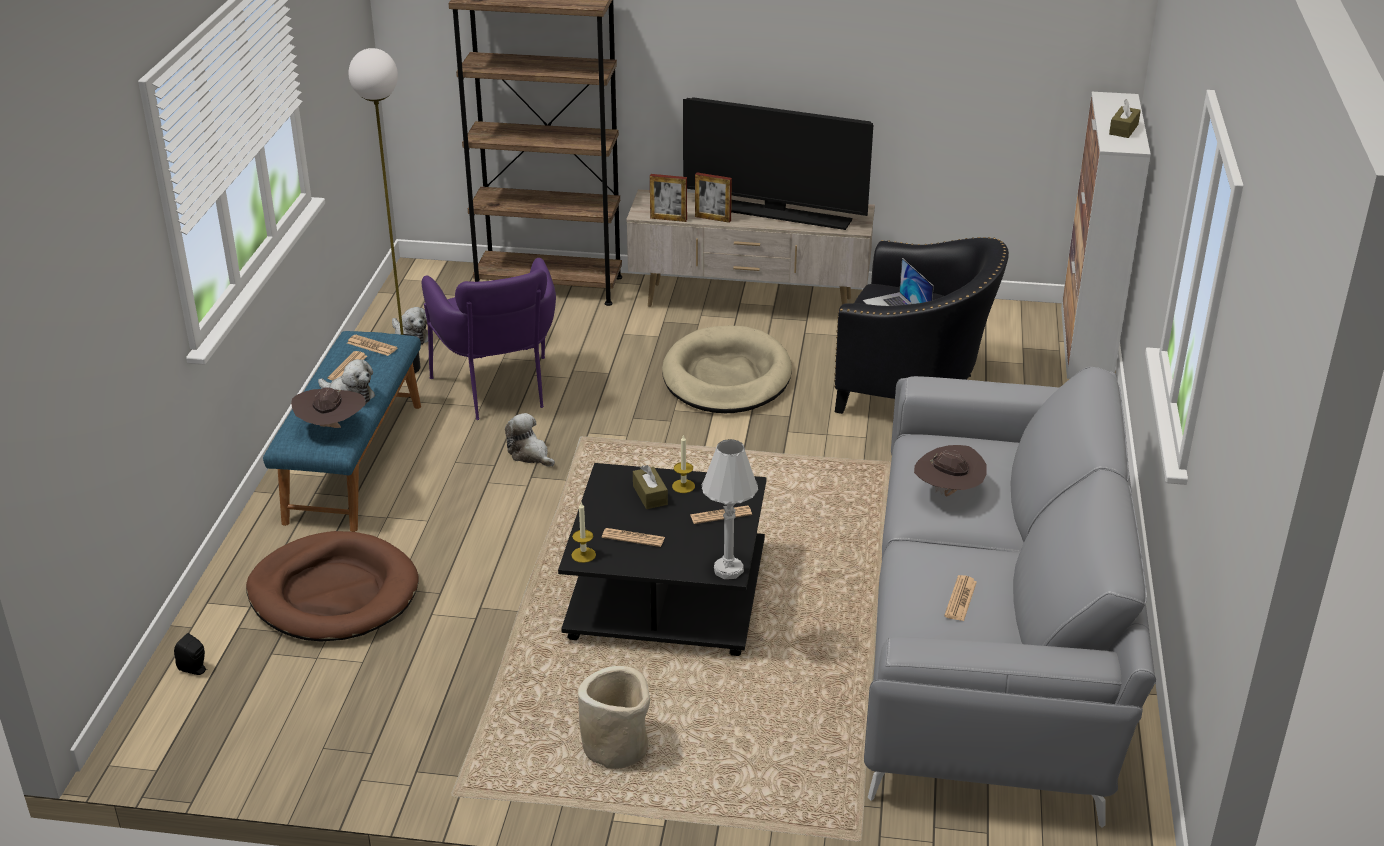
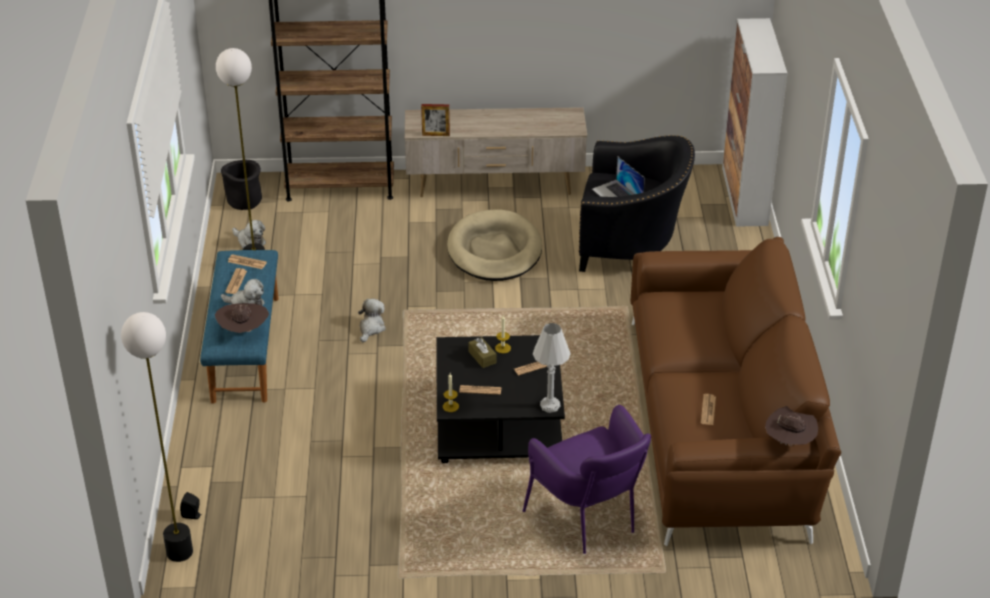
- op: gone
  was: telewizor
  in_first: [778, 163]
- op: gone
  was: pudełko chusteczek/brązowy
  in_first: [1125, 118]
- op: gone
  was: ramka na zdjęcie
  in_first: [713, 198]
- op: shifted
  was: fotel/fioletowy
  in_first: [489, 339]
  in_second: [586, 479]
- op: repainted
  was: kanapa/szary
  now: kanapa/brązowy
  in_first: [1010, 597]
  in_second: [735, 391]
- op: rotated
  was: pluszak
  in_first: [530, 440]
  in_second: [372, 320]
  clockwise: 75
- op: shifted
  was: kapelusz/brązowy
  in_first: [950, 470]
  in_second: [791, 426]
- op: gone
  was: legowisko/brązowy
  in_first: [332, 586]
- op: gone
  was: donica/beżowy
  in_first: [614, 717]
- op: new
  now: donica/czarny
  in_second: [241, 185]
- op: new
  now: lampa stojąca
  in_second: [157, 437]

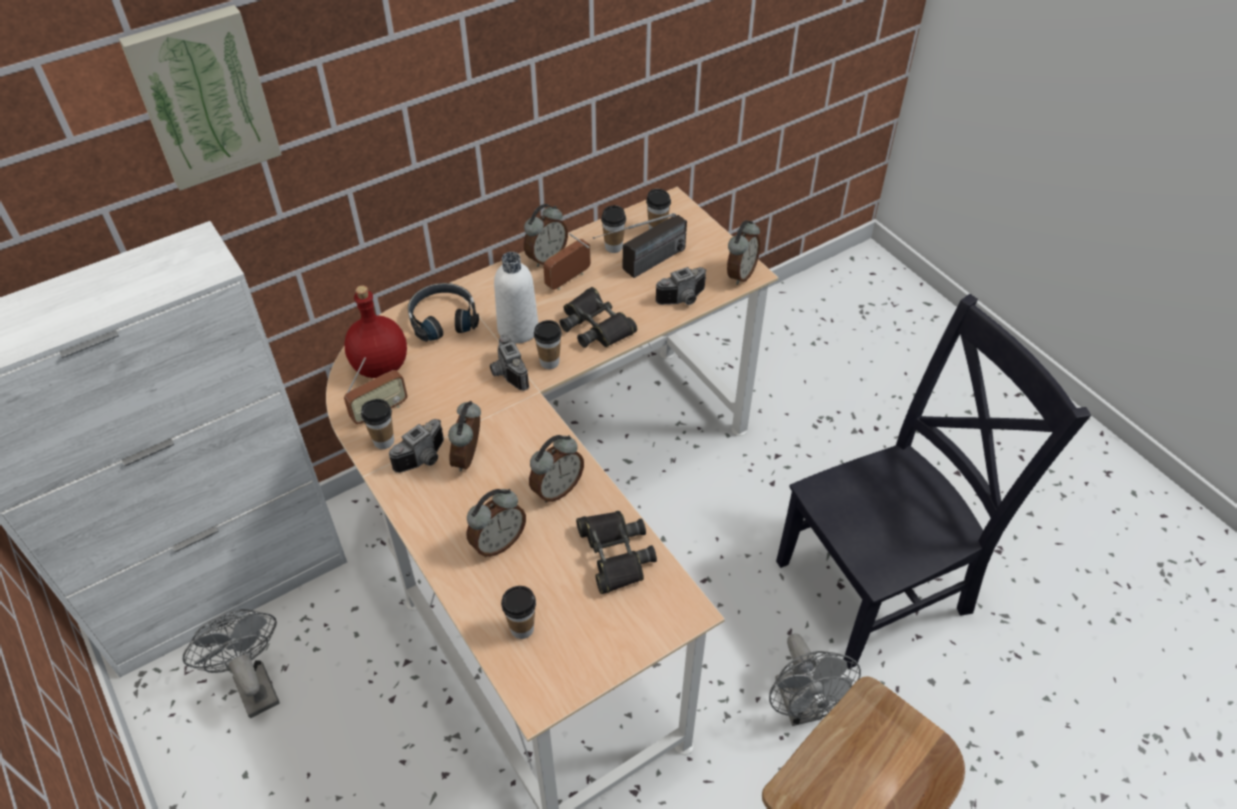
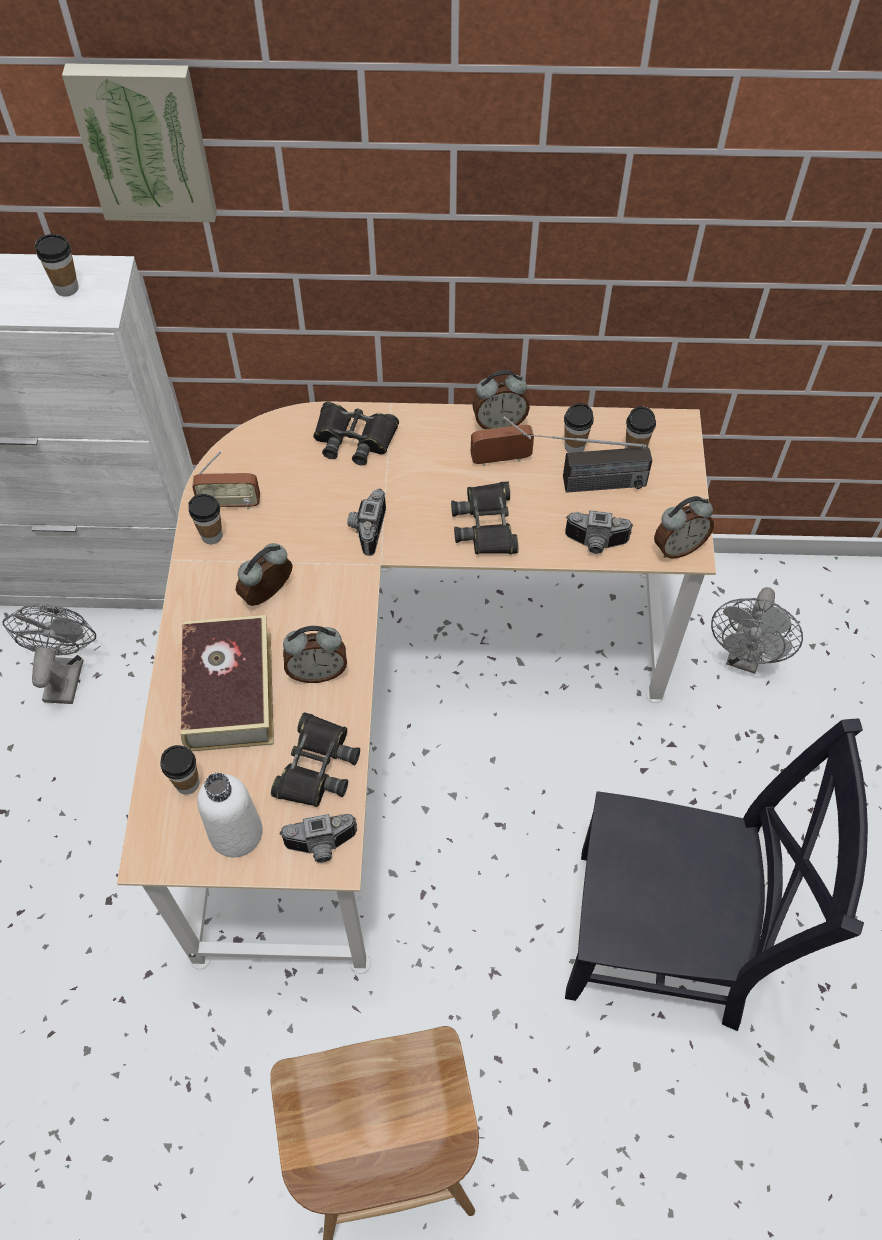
- op: shifted
  was: butelka/biały
  in_first: [516, 297]
  in_second: [230, 815]
- op: swapped
  was: słuchawki/czarny
  now: lornetka/czarny
  in_first: [443, 312]
  in_second: [356, 434]
- op: gone
  was: butelka/czerwony
  in_first: [375, 331]
- op: shifted
  was: filiżanka
  in_first: [548, 344]
  in_second: [57, 265]
- op: shifted
  was: aparat fotograficzny
  in_first: [416, 446]
  in_second: [318, 838]
- op: swapped
  was: budzik
  now: książka
  in_first: [496, 523]
  in_second: [227, 683]
- op: shifted
  was: wentylator/szary
  in_first: [815, 679]
  in_second: [757, 630]

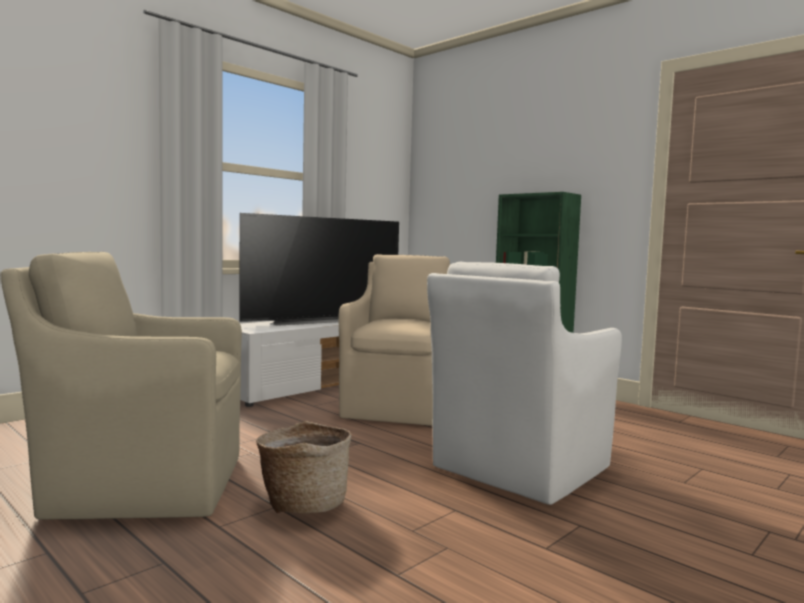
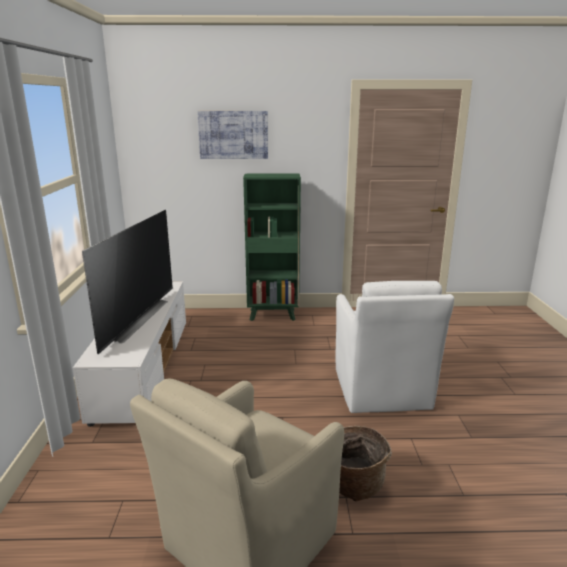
- op: gone
  was: fotel/beżowy
  in_first: [394, 340]
- op: new
  now: obraz
  in_second: [232, 135]

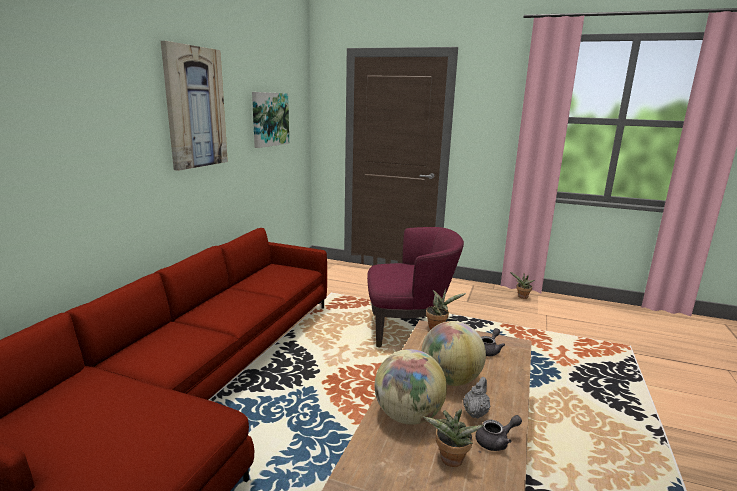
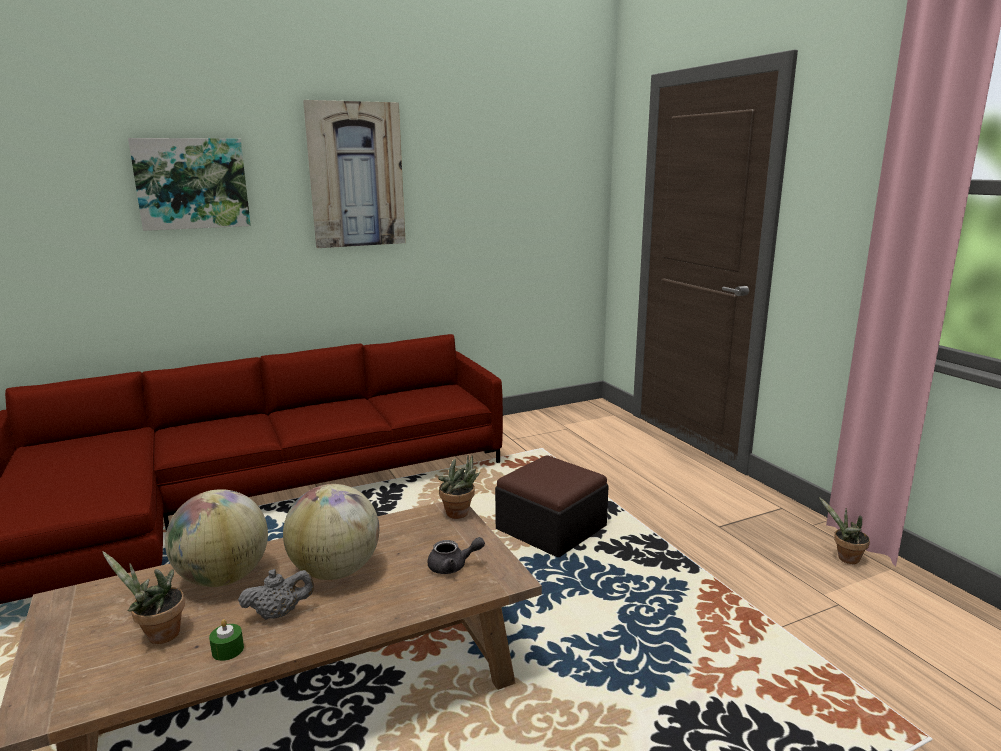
- op: shifted
  was: obraz
  in_first: [270, 120]
  in_second: [189, 184]
- op: swapped
  was: fotel/fioletowy
  now: pufa
  in_first: [415, 287]
  in_second: [552, 506]
- op: swapped
  was: imbryk/szary
  now: świeca/zielony
  in_first: [499, 433]
  in_second: [226, 640]

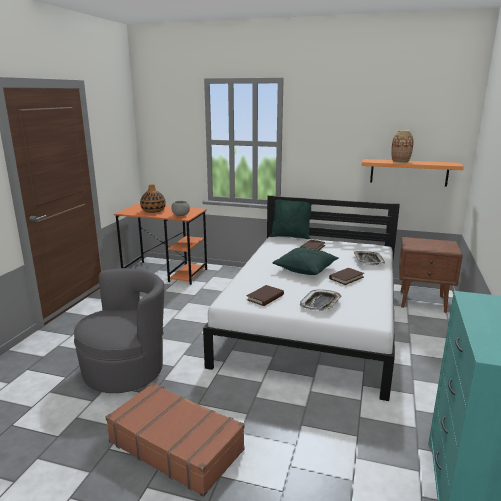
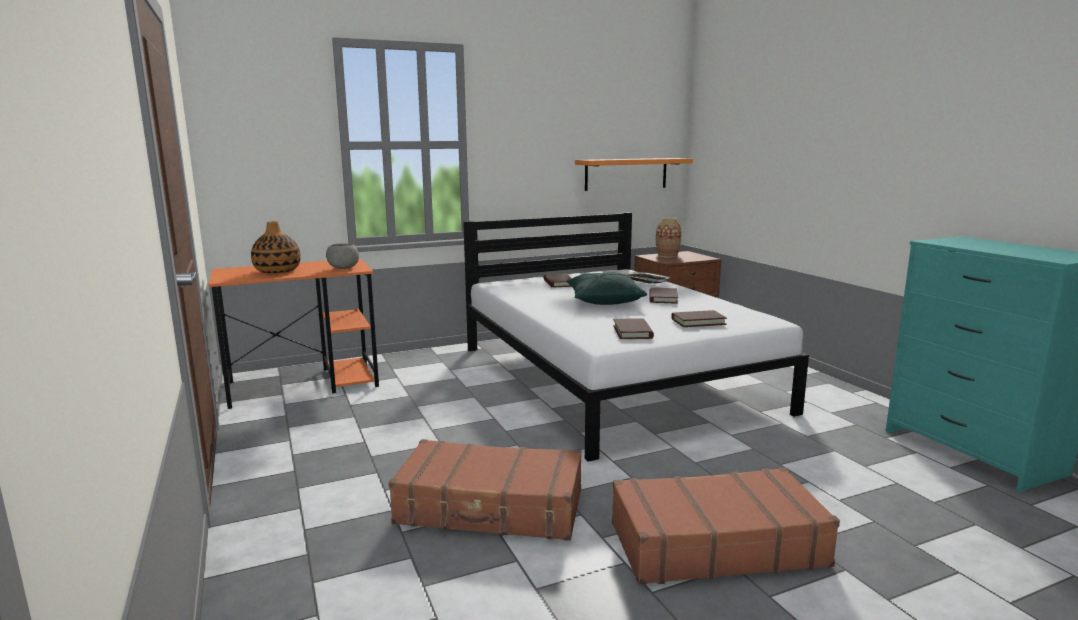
- op: shifted
  was: wazon
  in_first: [402, 146]
  in_second: [669, 237]
- op: gone
  was: poduszka/zielony
  in_first: [291, 219]
- op: swapped
  was: fotel/szary
  now: walizka/brązowy
  in_first: [119, 330]
  in_second: [485, 490]
- op: swapped
  was: taca
  now: książka/brązowy
  in_first: [320, 300]
  in_second: [699, 318]

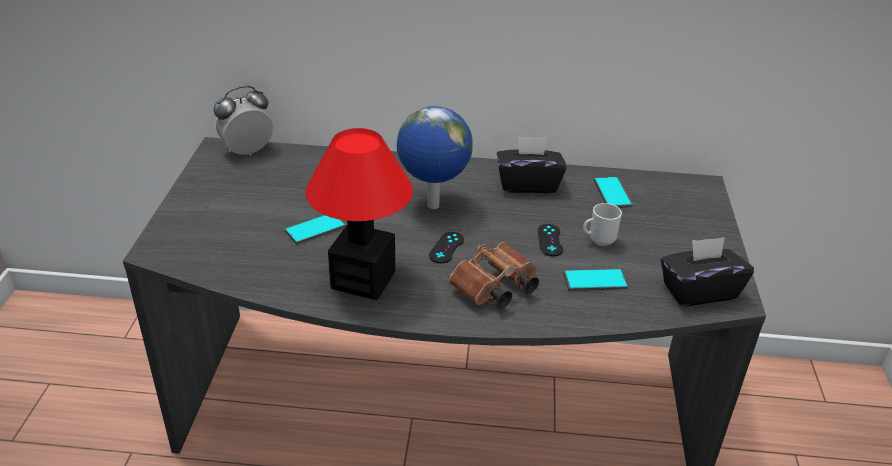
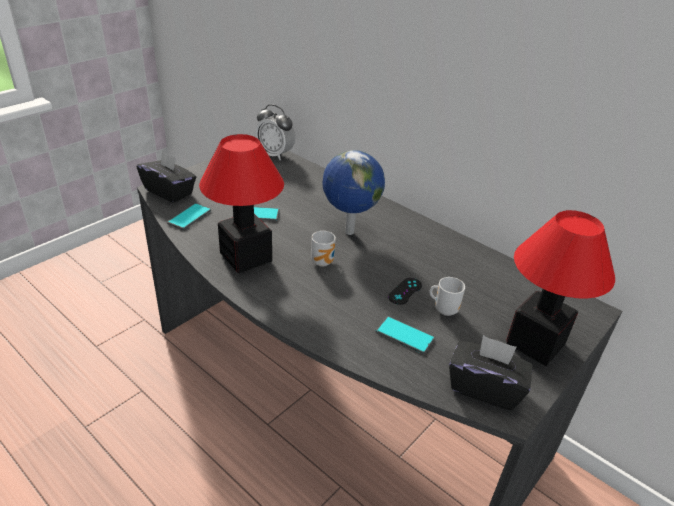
- op: rotated
  was: budzik
  in_first: [243, 120]
  in_second: [275, 132]
  clockwise: -150
- op: shifted
  was: pudełko chusteczek/czarny
  in_first: [532, 164]
  in_second: [166, 176]
- op: shifted
  was: telefon
  in_first: [613, 192]
  in_second: [189, 216]
- op: swapped
  was: pad do gier/czarny
  now: kubek
  in_first: [446, 248]
  in_second: [323, 249]
- op: gone
  was: lornetka/brązowy
  in_first: [494, 275]
- op: new
  now: lampa stołowa
  in_second: [560, 288]

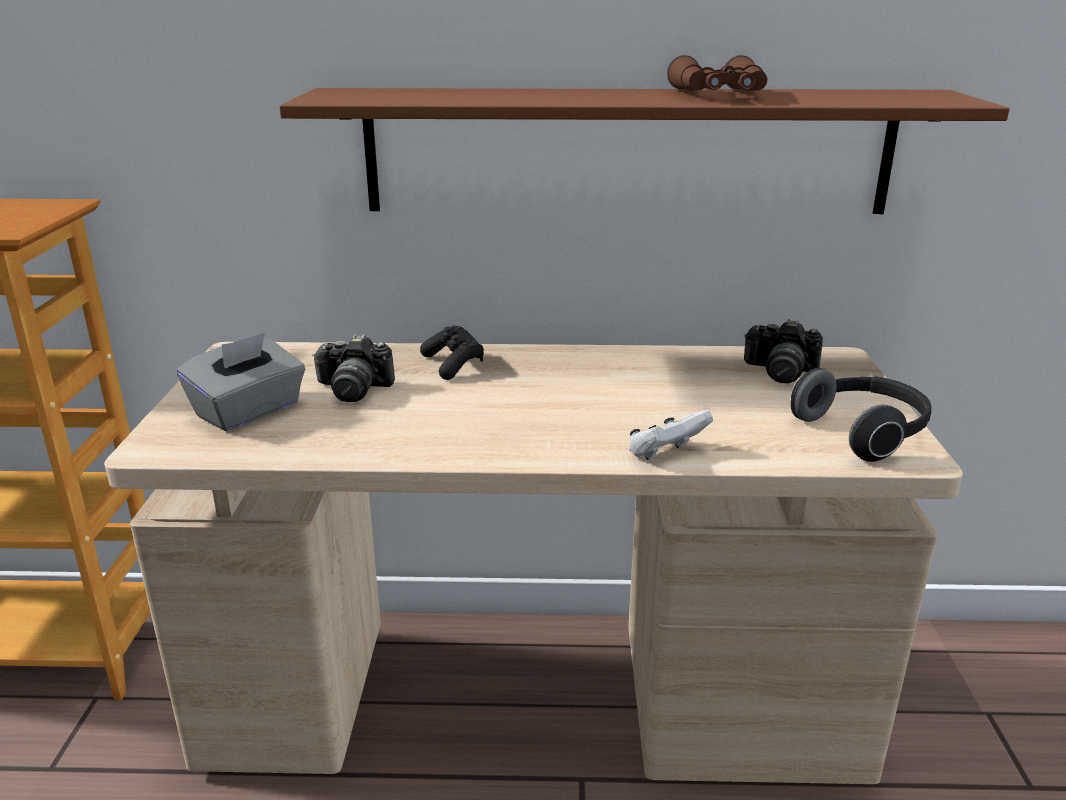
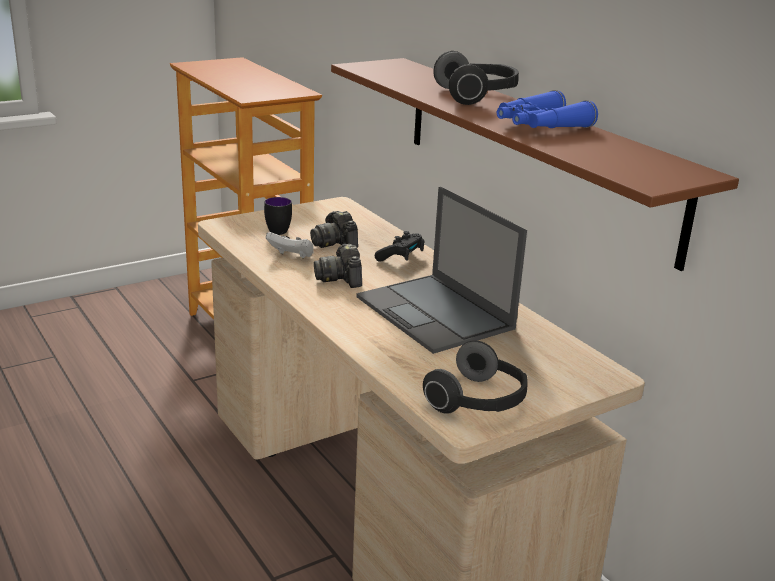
- op: repainted
  was: lornetka/brązowy
  now: lornetka/niebieski
  in_first: [717, 73]
  in_second: [547, 109]
- op: shifted
  was: aparat fotograficzny
  in_first: [783, 351]
  in_second: [338, 266]
- op: swapped
  was: pudełko chusteczek/szary
  now: kubek
  in_first: [241, 382]
  in_second: [278, 216]
- op: shifted
  was: pad do gier/biały
  in_first: [671, 435]
  in_second: [290, 245]
- op: new
  now: słuchawki
  in_second: [476, 78]
- op: new
  now: laptop
  in_second: [441, 270]

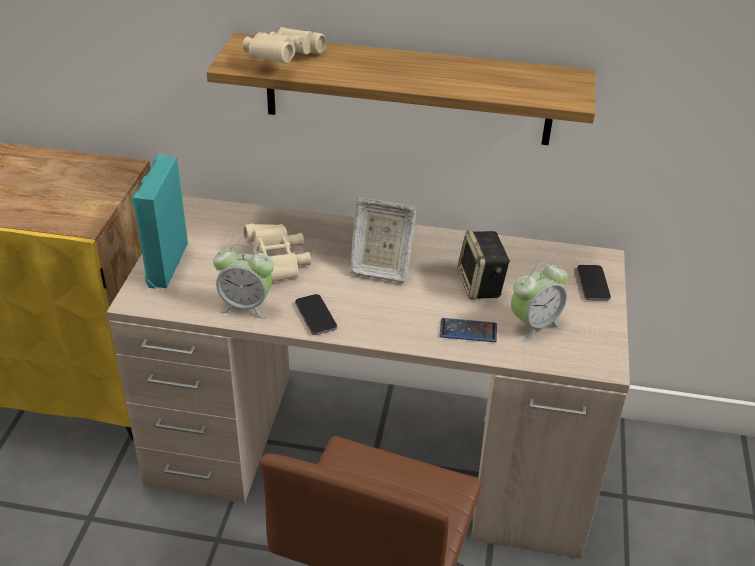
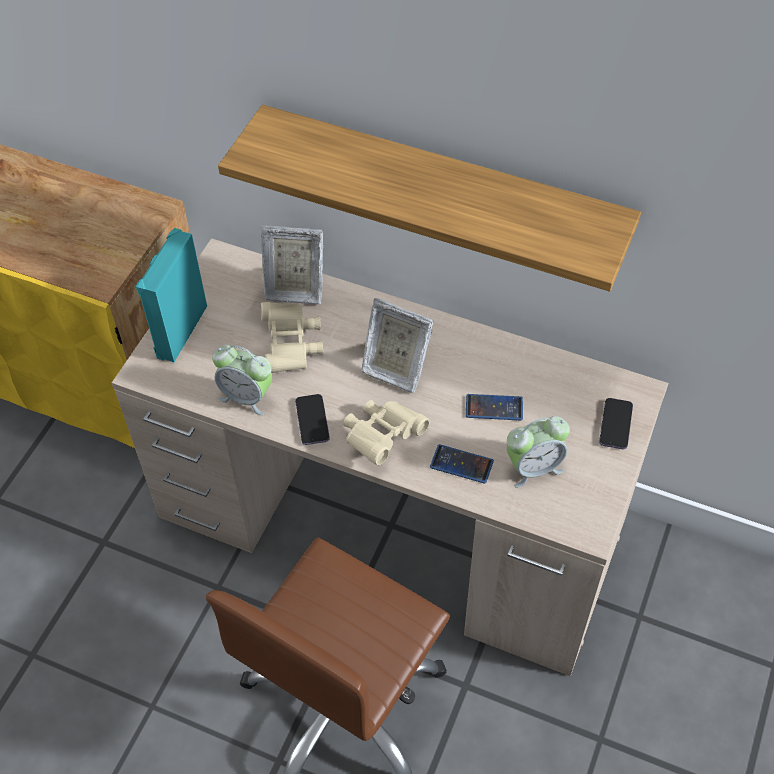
- op: shifted
  was: lornetka/beżowy
  in_first: [284, 45]
  in_second: [386, 432]
- op: swapped
  was: głośnik
  now: telefon
  in_first: [483, 265]
  in_second: [494, 407]
- op: new
  now: ramka na zdjęcie
  in_second: [292, 264]

